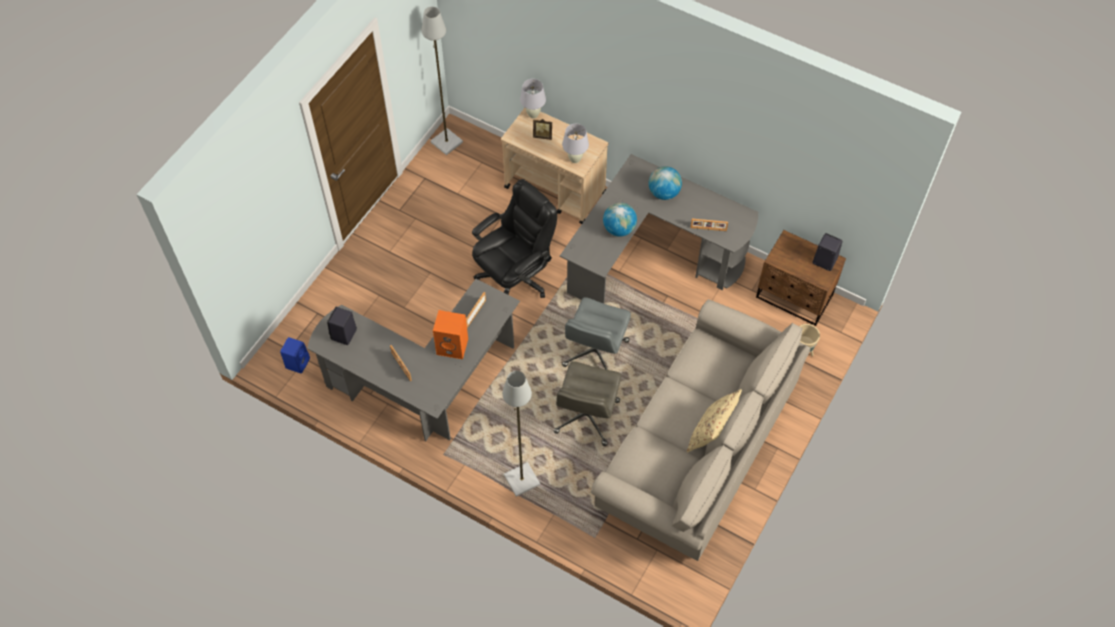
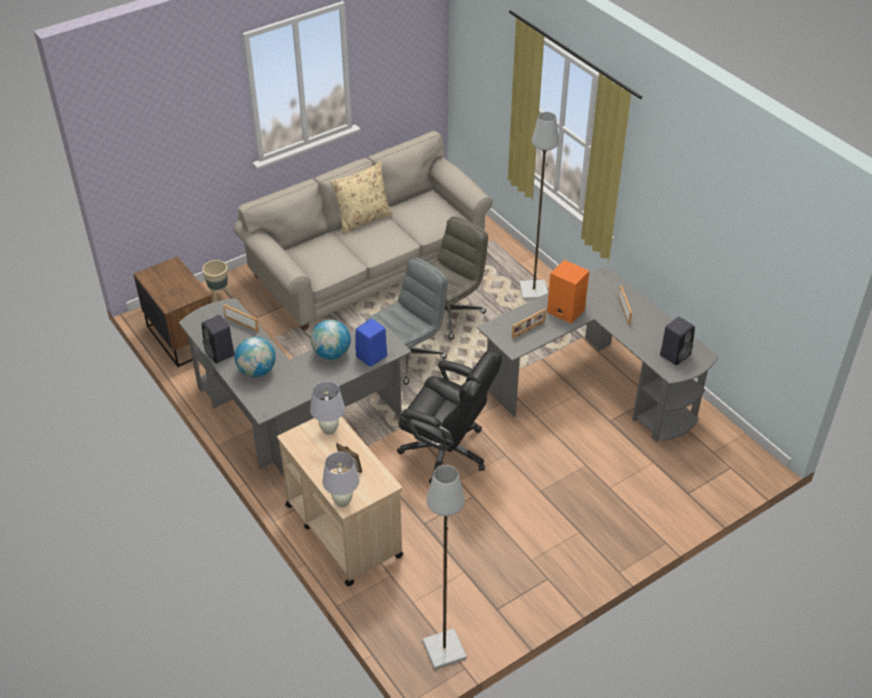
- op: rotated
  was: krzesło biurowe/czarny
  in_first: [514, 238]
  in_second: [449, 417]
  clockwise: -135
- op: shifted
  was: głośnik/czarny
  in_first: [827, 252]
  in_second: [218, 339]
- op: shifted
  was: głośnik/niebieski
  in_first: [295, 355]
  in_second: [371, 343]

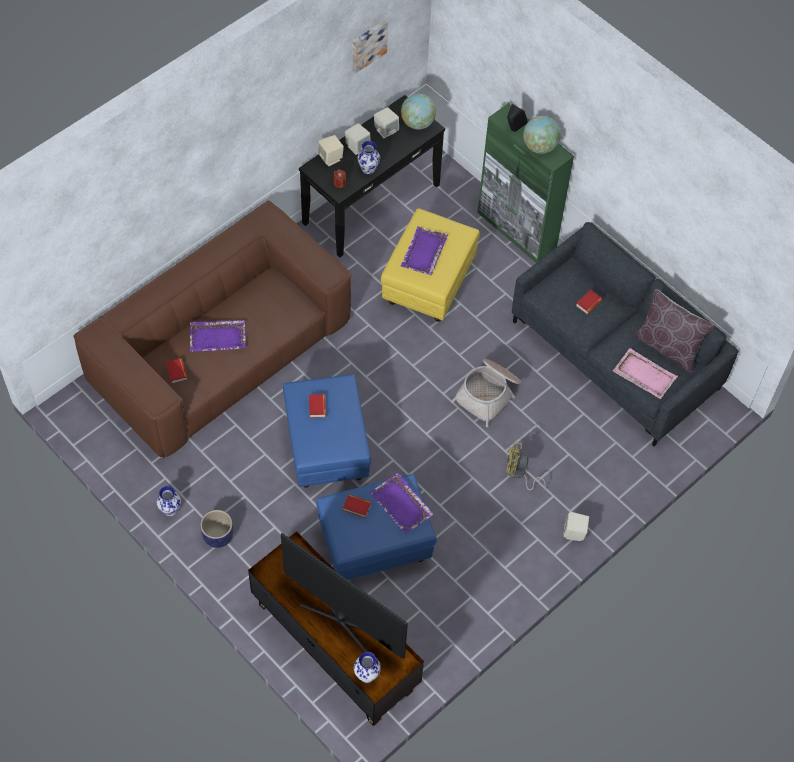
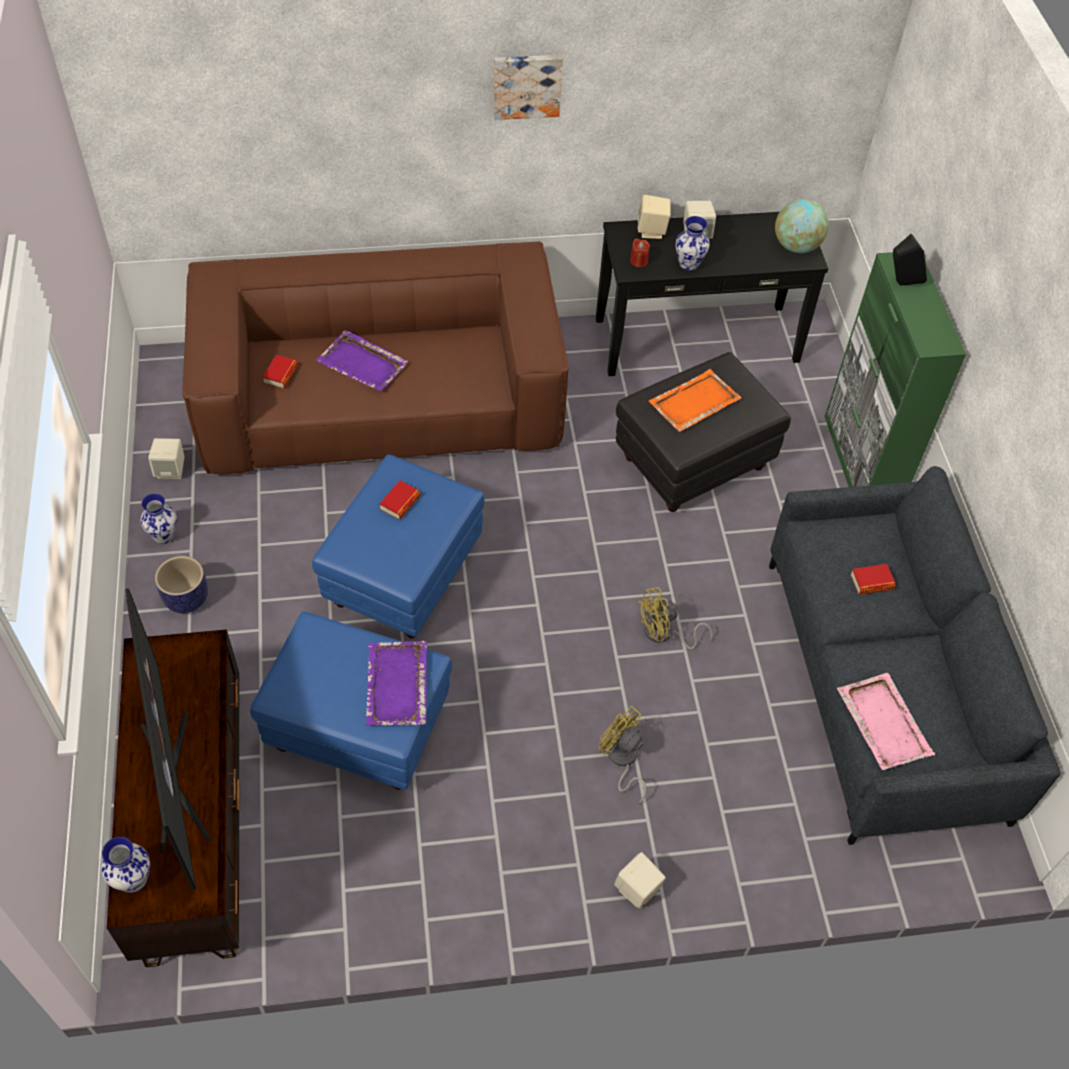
- op: shifted
  was: obraz
  in_first: [370, 46]
  in_second: [528, 87]
- op: shifted
  was: głośnik/beżowy
  in_first: [386, 122]
  in_second: [166, 458]
- op: gone
  was: globus
  in_first: [542, 135]
- op: repainted
  was: pufa/żółty
  now: pufa/czarny
  in_first: [430, 265]
  in_second: [703, 432]
- op: repainted
  was: taca/fioletowy
  now: taca/pomarańczowy
  in_first: [424, 250]
  in_second: [695, 400]
- op: gone
  was: poduszka/brązowy
  in_first: [674, 330]
- op: swapped
  was: koszyk
  now: wentylator/żółty
  in_first: [486, 393]
  in_second: [675, 618]
- op: gone
  was: książka
  in_first: [357, 506]

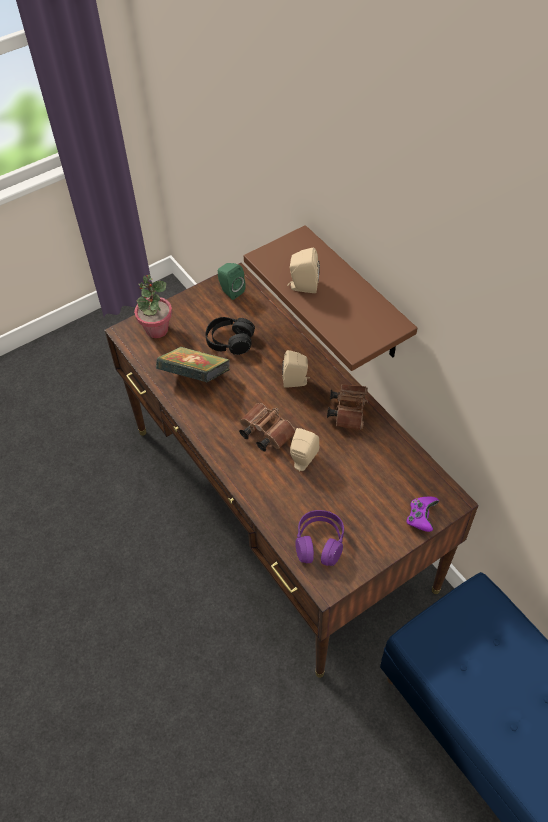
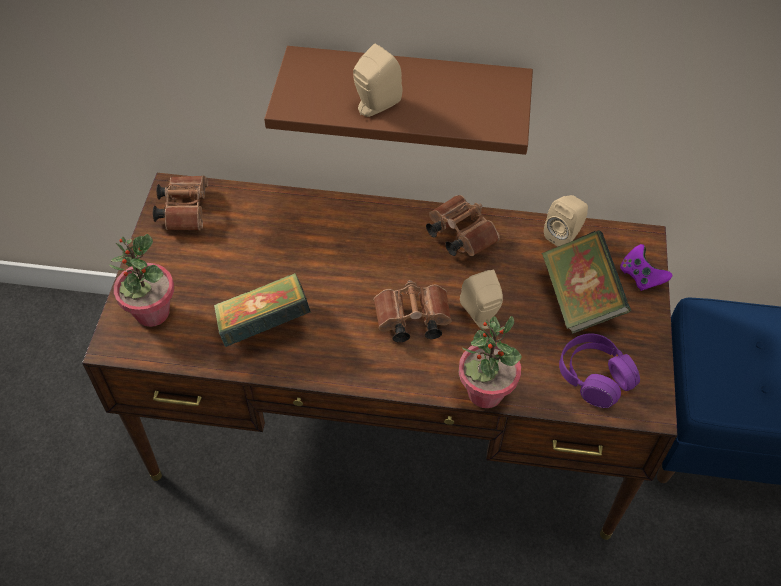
- op: swapped
  was: głośnik/zielony
  now: lornetka/brązowy
  in_first: [232, 281]
  in_second: [180, 203]
- op: gone
  was: słuchawki/czarny
  in_first: [230, 336]
- op: shifted
  was: głośnik/beżowy
  in_first: [295, 369]
  in_second: [566, 221]
- op: new
  now: książka
  in_second: [586, 282]
- op: new
  now: roślina doniczkowa
  in_second: [490, 362]

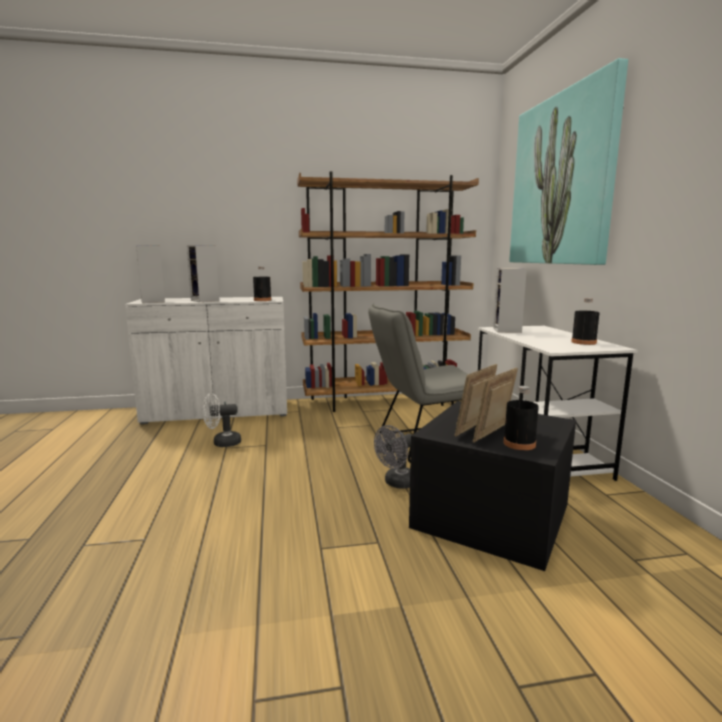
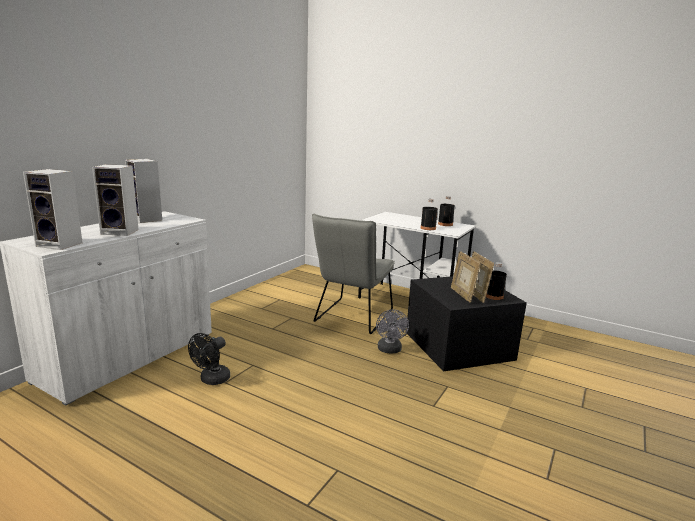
- op: gone
  was: obraz
  in_first: [568, 161]
- op: gone
  was: regał/brązowy
  in_first: [388, 291]
- op: shifted
  was: butelka/czarny
  in_first: [262, 284]
  in_second: [429, 214]
- op: shifted
  was: głośnik
  in_first: [510, 300]
  in_second: [143, 191]
- op: repainted
  was: wentylator/biały
  now: wentylator/czarny
  in_first: [222, 420]
  in_second: [209, 359]

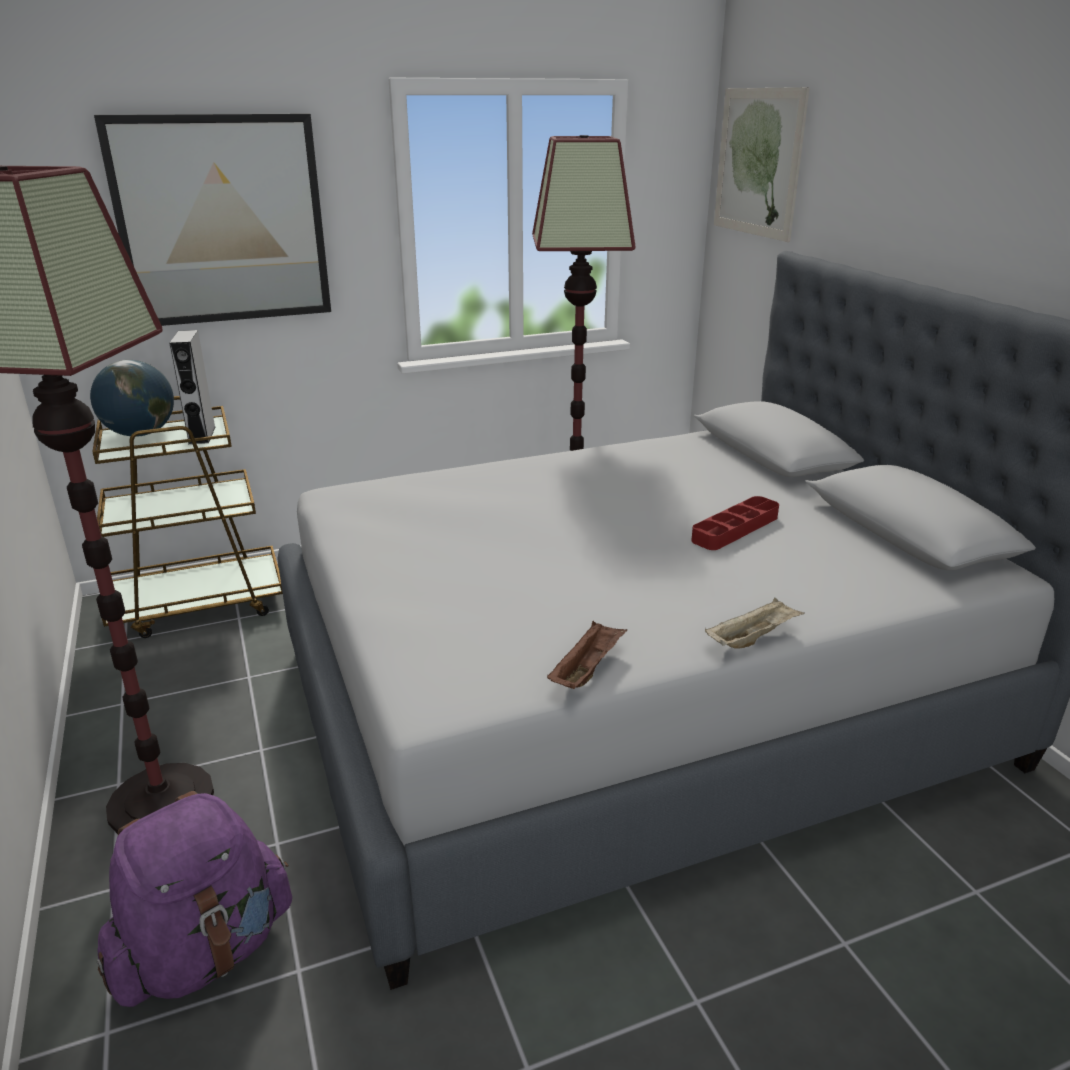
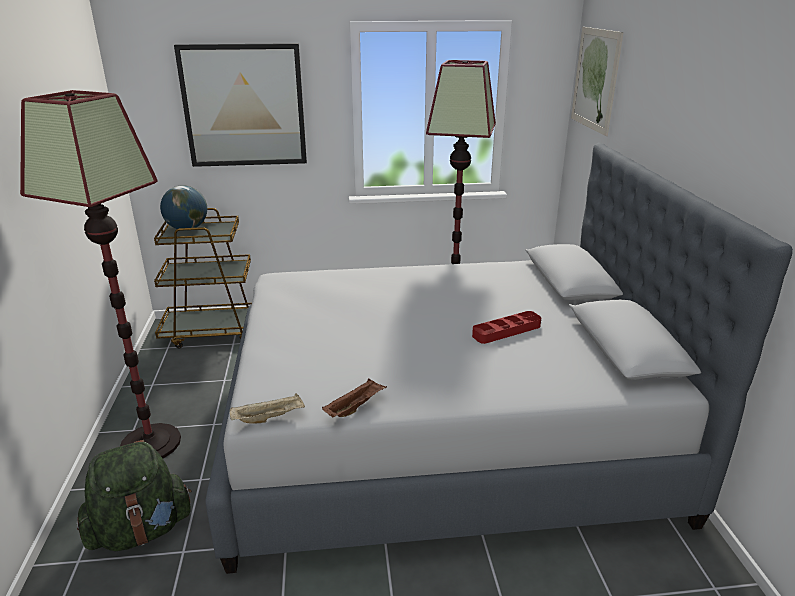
- op: gone
  was: głośnik/szary
  in_first: [192, 387]
- op: shifted
  was: taca/beżowy
  in_first: [755, 623]
  in_second: [267, 408]
- op: repainted
  was: plecak/fioletowy
  now: plecak/zielony
  in_first: [194, 899]
  in_second: [134, 495]

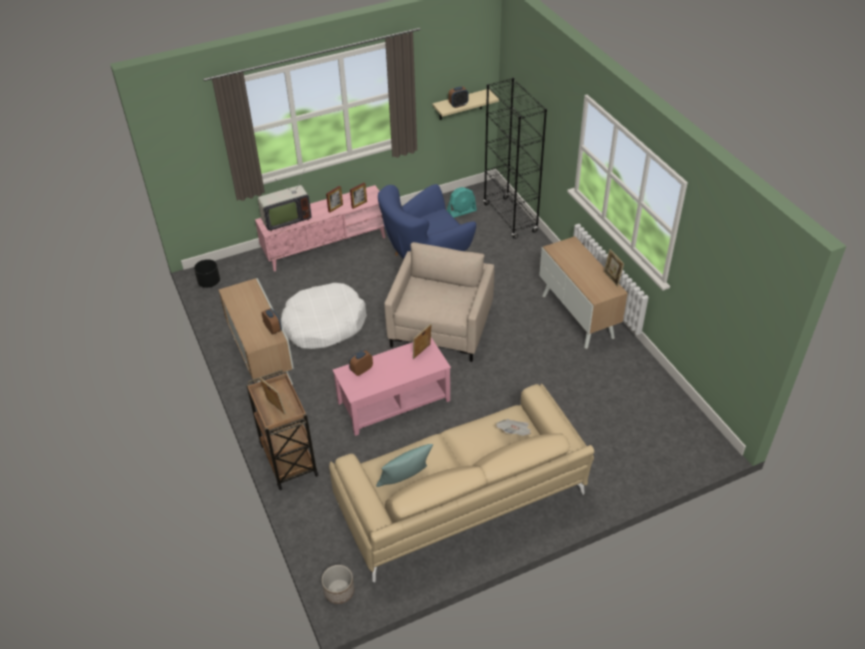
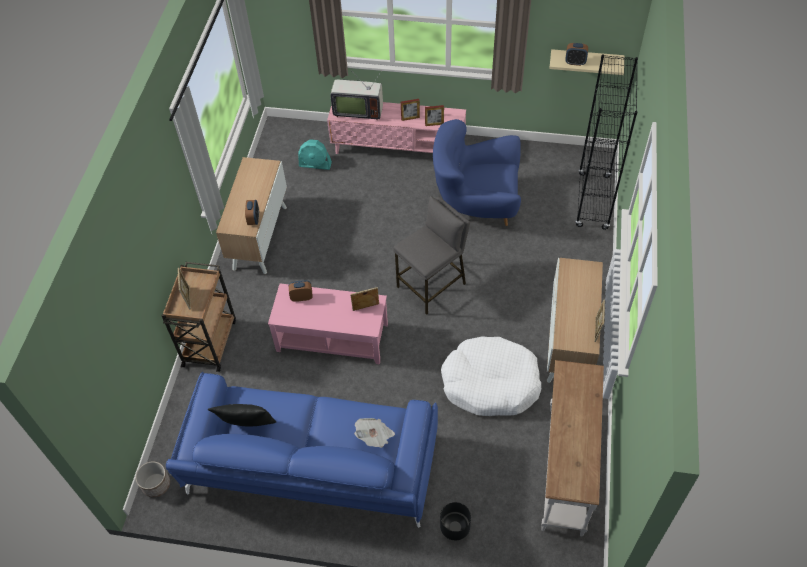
- op: shifted
  was: wentylator/turkusowy
  in_first: [462, 202]
  in_second: [315, 154]
- op: swapped
  was: fotel/beżowy
  now: stołek/szary
  in_first: [439, 302]
  in_second: [432, 255]
- op: shifted
  was: donica/czarny
  in_first: [207, 273]
  in_second: [455, 521]
- op: shifted
  was: legowisko/biały
  in_first: [324, 316]
  in_second: [491, 376]
- op: repainted
  was: kanapa/beżowy
  now: kanapa/niebieski
  in_first: [461, 483]
  in_second: [302, 450]
- op: repainted
  was: poduszka/turkusowy
  now: poduszka/czarny
  in_first: [404, 465]
  in_second: [242, 415]
- op: new
  now: stolik konsolowy/biały
  in_second: [572, 448]

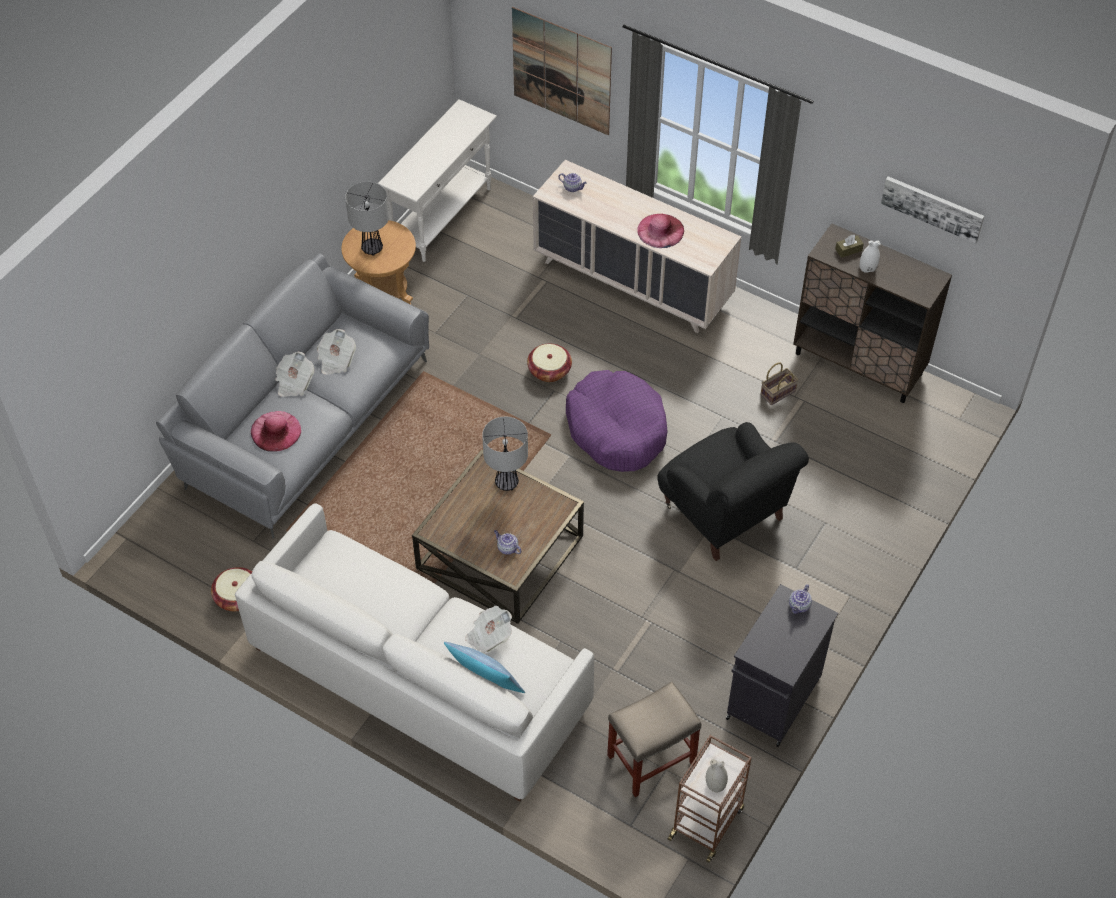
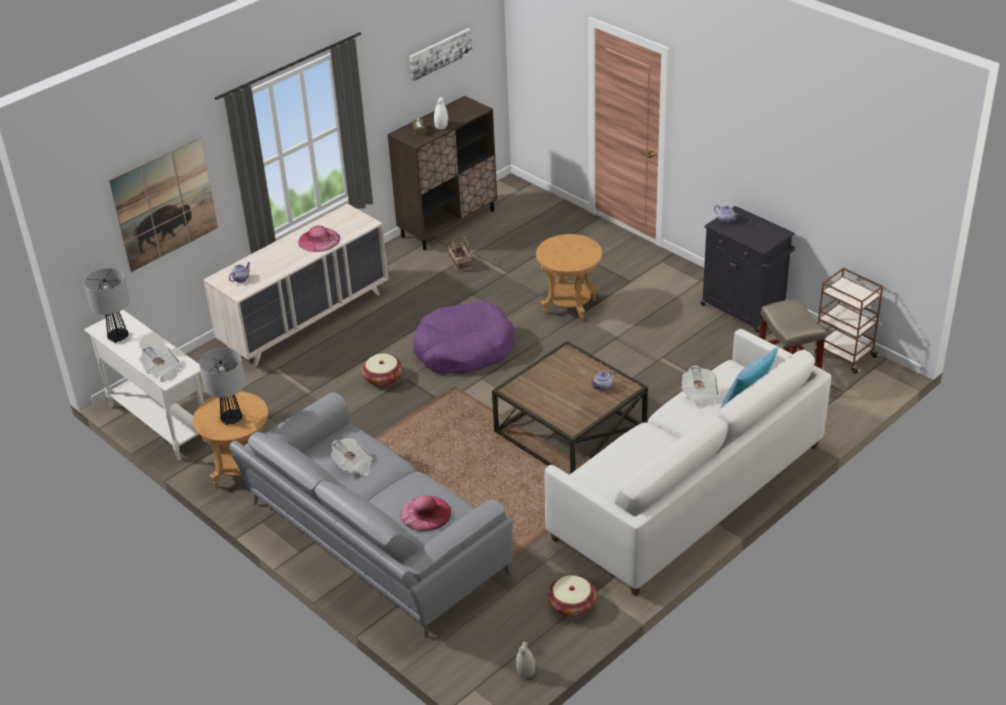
- op: shifted
  was: gazeta
  in_first: [295, 374]
  in_second: [161, 363]
- op: shifted
  was: lampa stołowa
  in_first: [505, 454]
  in_second: [107, 305]
- op: swapped
  was: fotel/czarny
  now: stolik/brązowy
  in_first: [733, 491]
  in_second: [569, 278]
- op: shifted
  was: wazon/biały
  in_first: [717, 775]
  in_second: [525, 660]

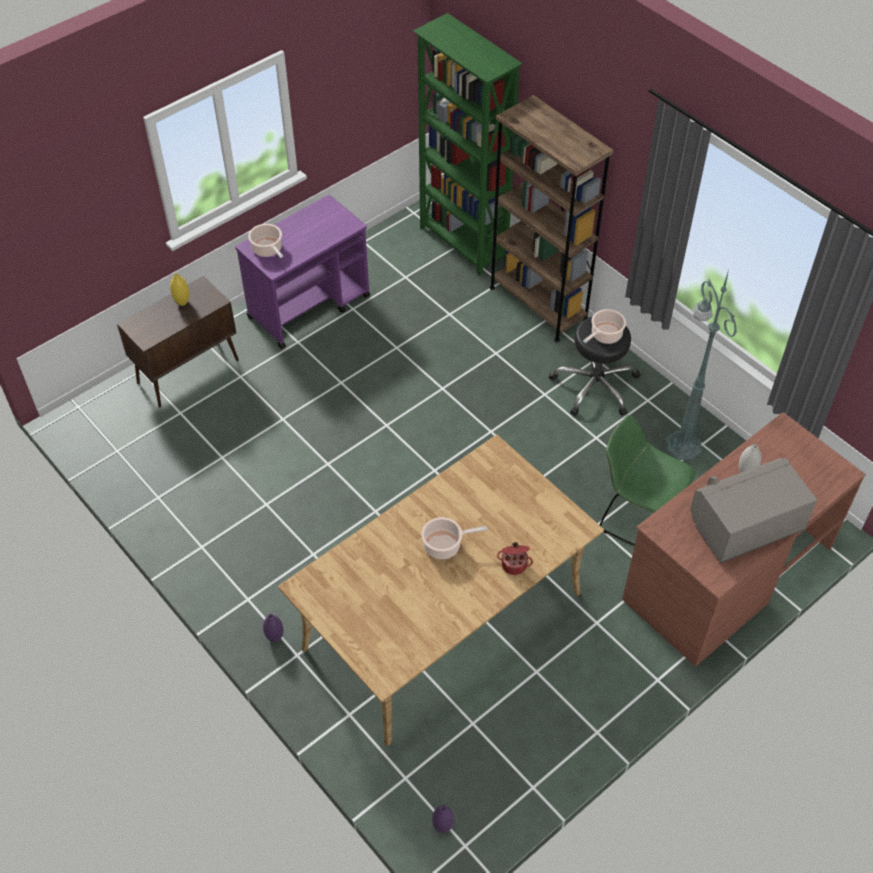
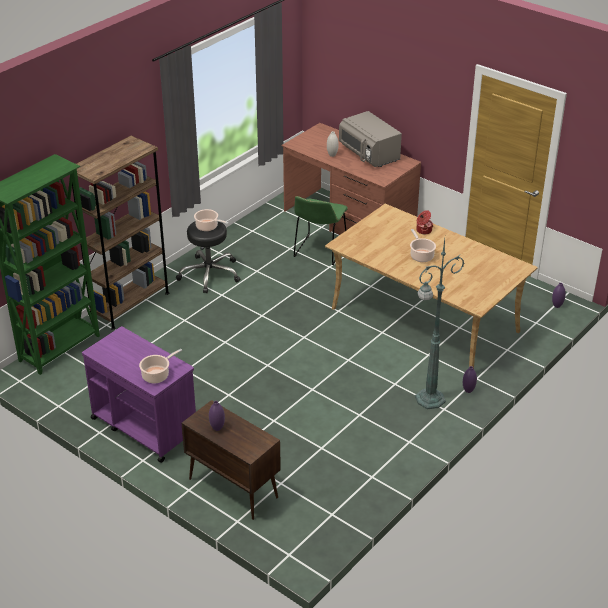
- op: shifted
  was: lampa stojąca/zielony
  in_first: [701, 365]
  in_second: [439, 324]
- op: repainted
  was: wazon/żółty
  now: wazon/fioletowy
  in_first: [179, 289]
  in_second: [217, 416]

